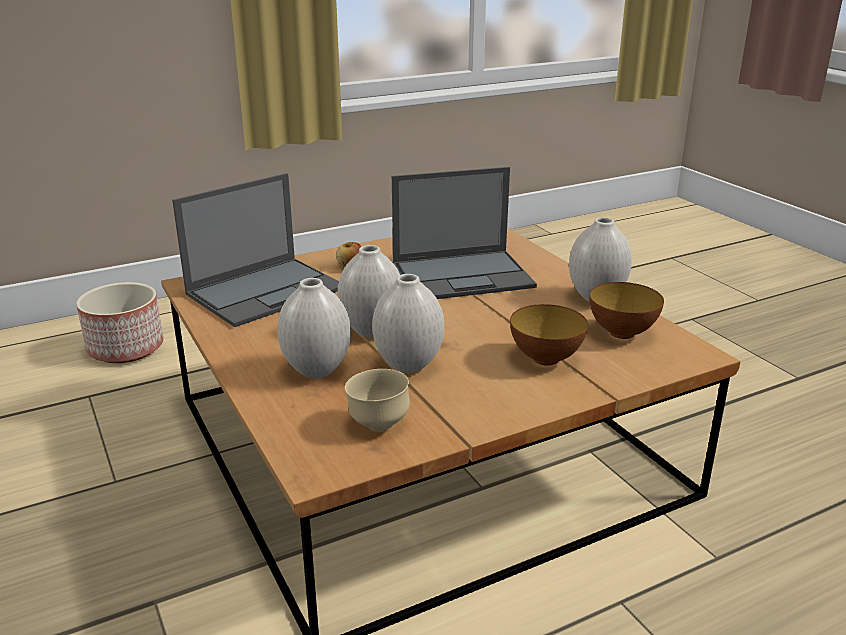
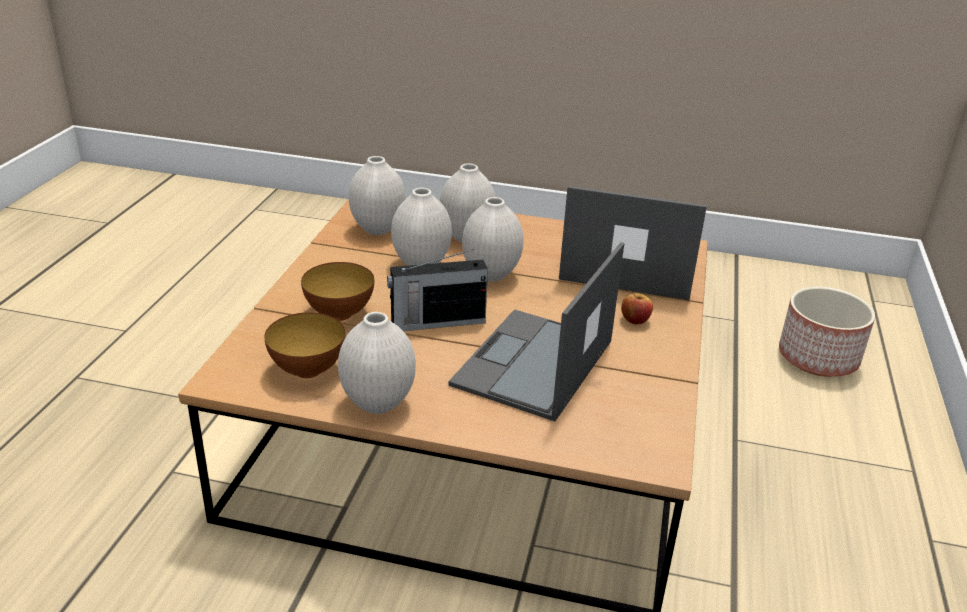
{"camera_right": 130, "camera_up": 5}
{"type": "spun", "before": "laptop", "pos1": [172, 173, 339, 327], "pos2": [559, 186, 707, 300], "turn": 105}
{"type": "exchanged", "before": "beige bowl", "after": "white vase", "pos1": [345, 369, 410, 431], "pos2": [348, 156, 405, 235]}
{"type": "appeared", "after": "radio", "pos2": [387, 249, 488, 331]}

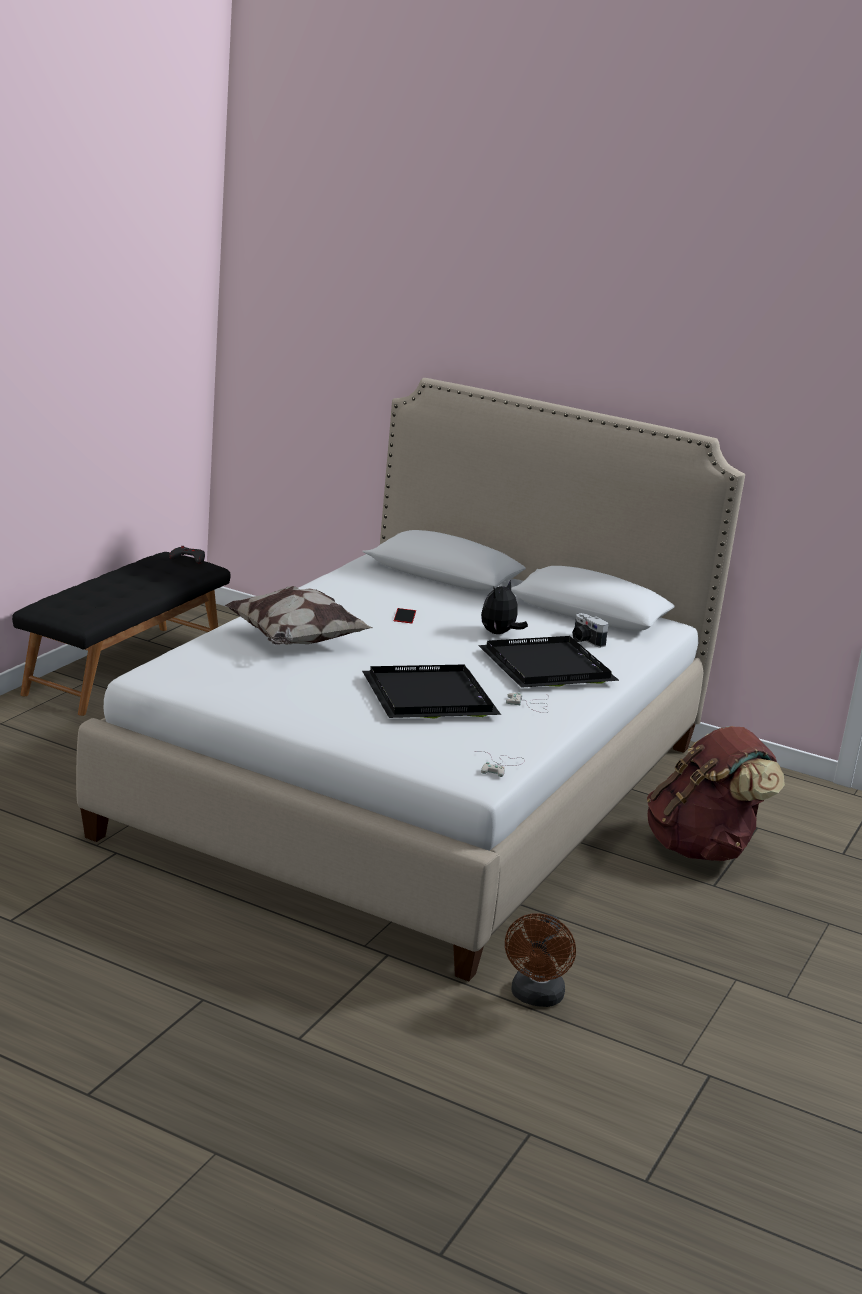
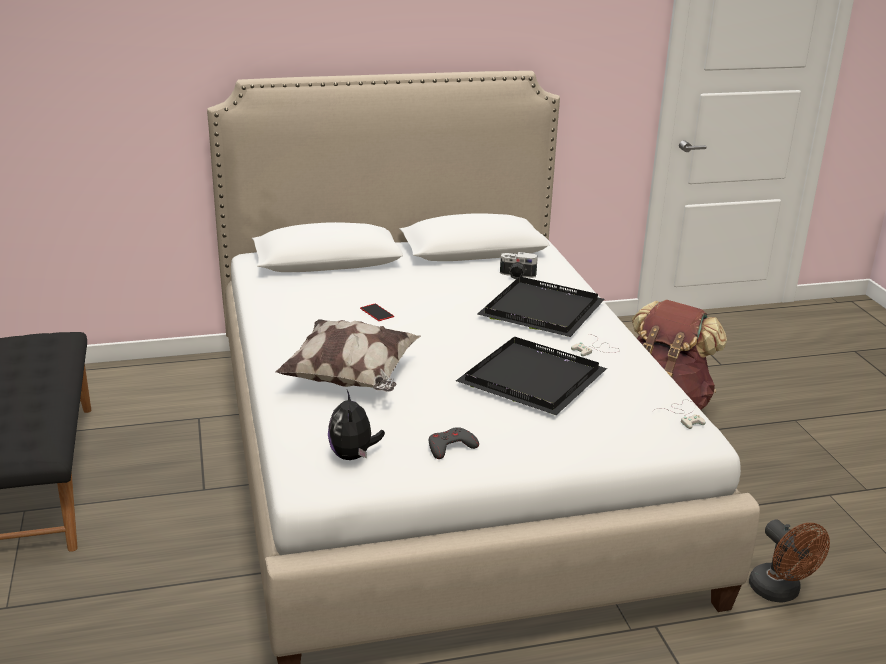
{"camera_right": -40, "camera_up": 5}
{"type": "relocated", "before": "grey game controller", "pos1": [169, 546, 205, 563], "pos2": [429, 427, 479, 459]}
{"type": "relocated", "before": "plush toy", "pos1": [481, 580, 528, 634], "pos2": [328, 390, 385, 460]}

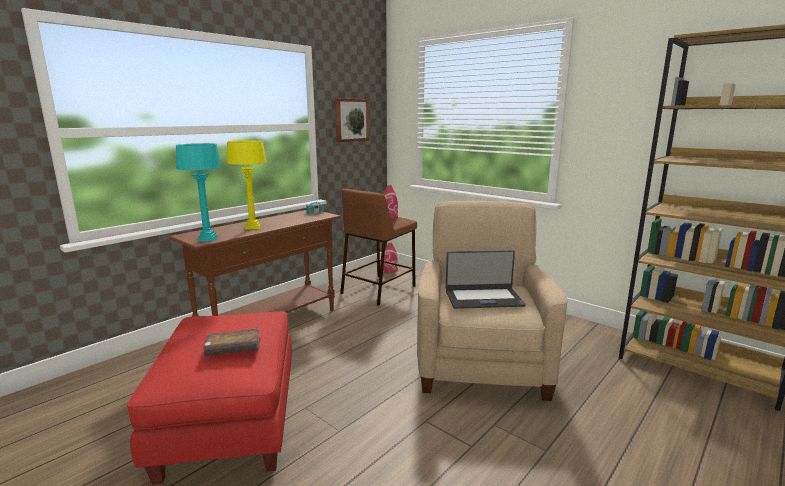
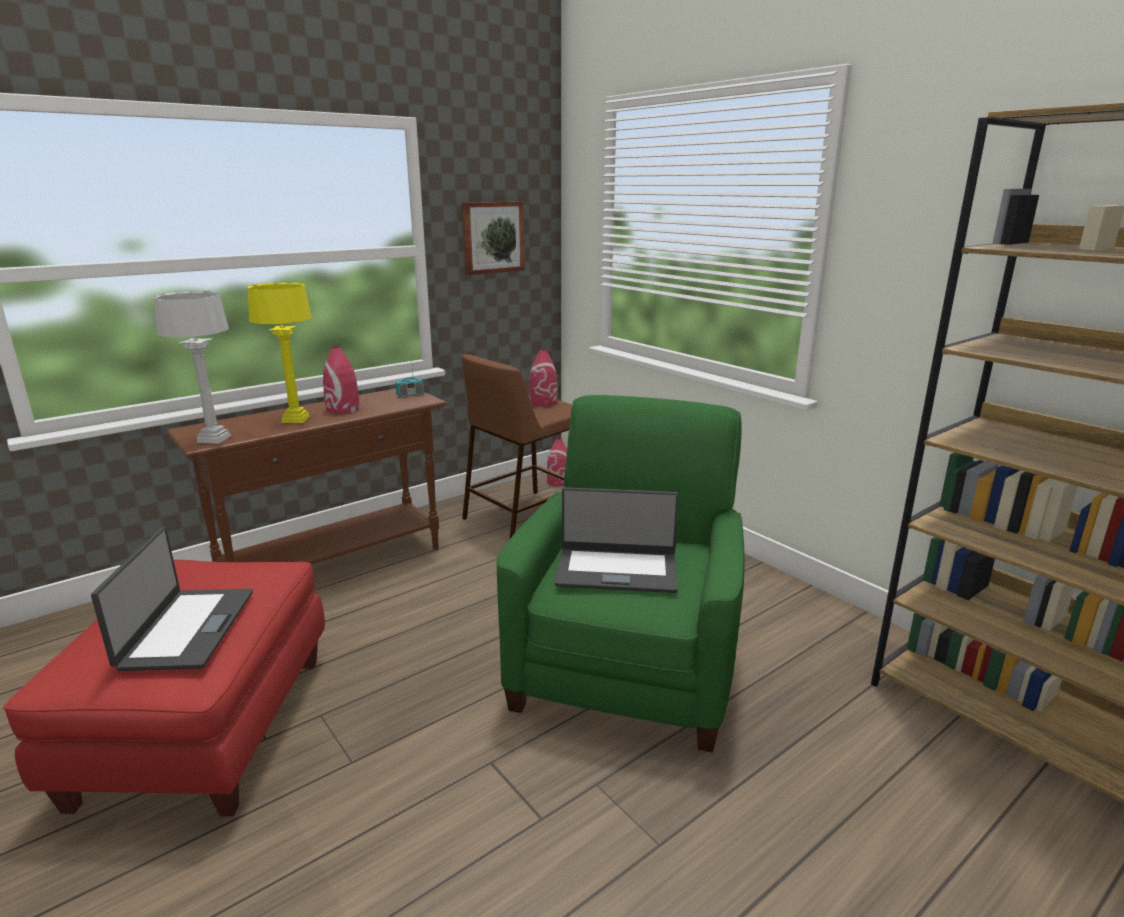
{"camera_right": 10, "camera_up": 5}
{"type": "colour", "before": "turquoise table lamp", "after": "grey table lamp", "pos1": [176, 143, 221, 241], "pos2": [154, 291, 231, 444]}
{"type": "colour", "before": "beige armchair", "after": "green armchair", "pos1": [417, 201, 568, 401], "pos2": [496, 395, 745, 752]}
{"type": "exchanged", "before": "brown book", "after": "laptop", "pos1": [203, 328, 261, 356], "pos2": [91, 527, 253, 671]}
{"type": "appeared", "after": "red vase", "pos2": [323, 346, 360, 414]}

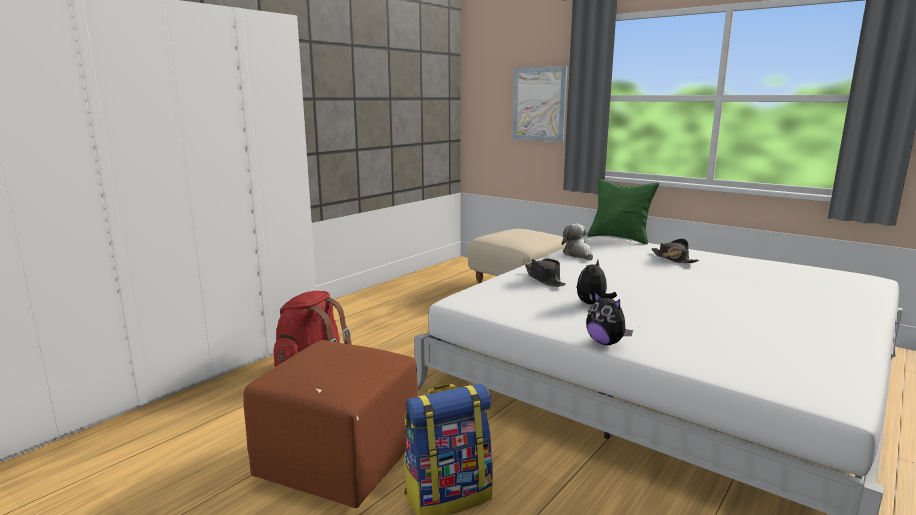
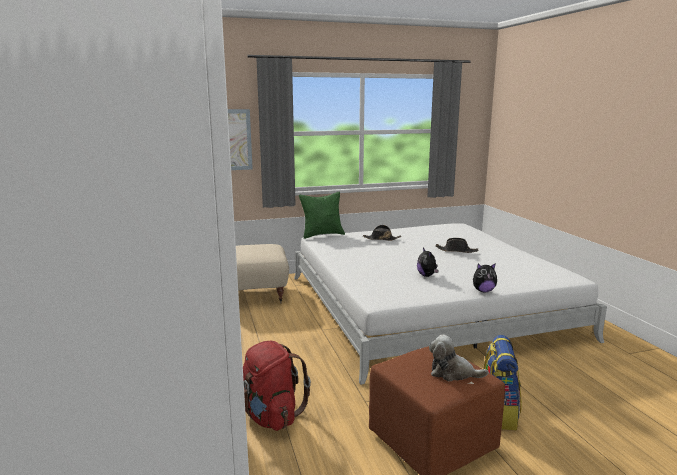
{"camera_right": -55, "camera_up": 0}
{"type": "relocated", "before": "plush toy", "pos1": [562, 224, 593, 260], "pos2": [429, 335, 489, 381]}
{"type": "relocated", "before": "black hat", "pos1": [525, 259, 566, 287], "pos2": [436, 238, 479, 253]}

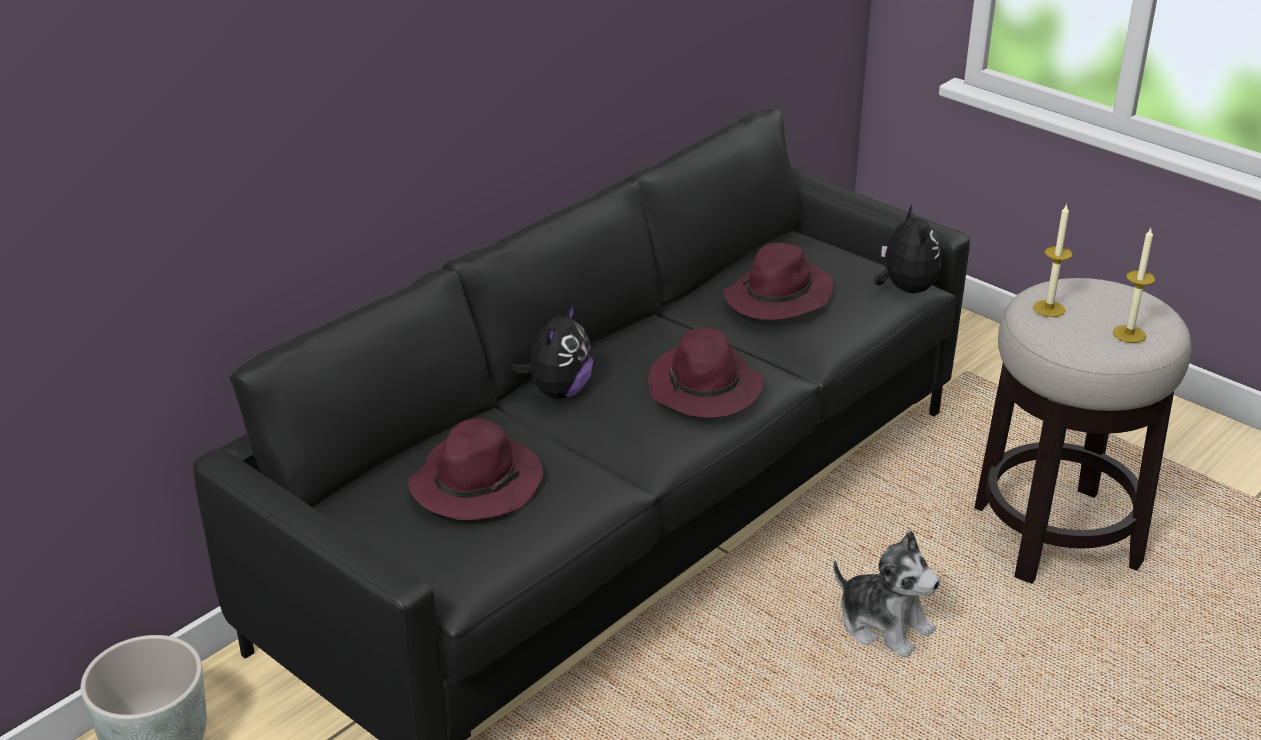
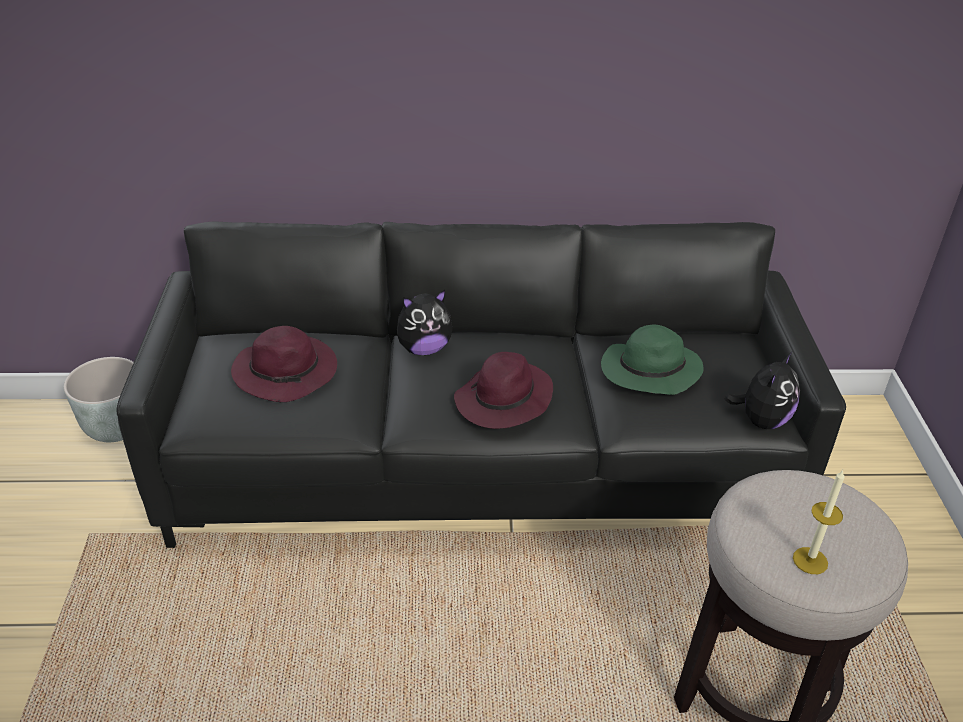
{"camera_right": 45, "camera_up": 5}
{"type": "missing", "before": "candle", "pos1": [1033, 204, 1073, 317]}
{"type": "colour", "before": "purple hat", "after": "green hat", "pos1": [723, 243, 833, 320], "pos2": [601, 325, 704, 395]}
{"type": "missing", "before": "plush toy", "pos1": [833, 530, 940, 657]}

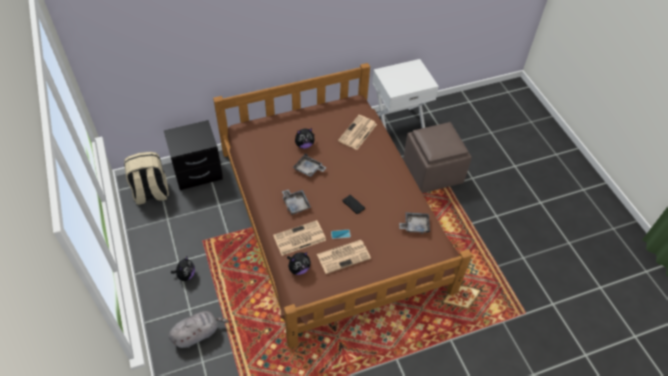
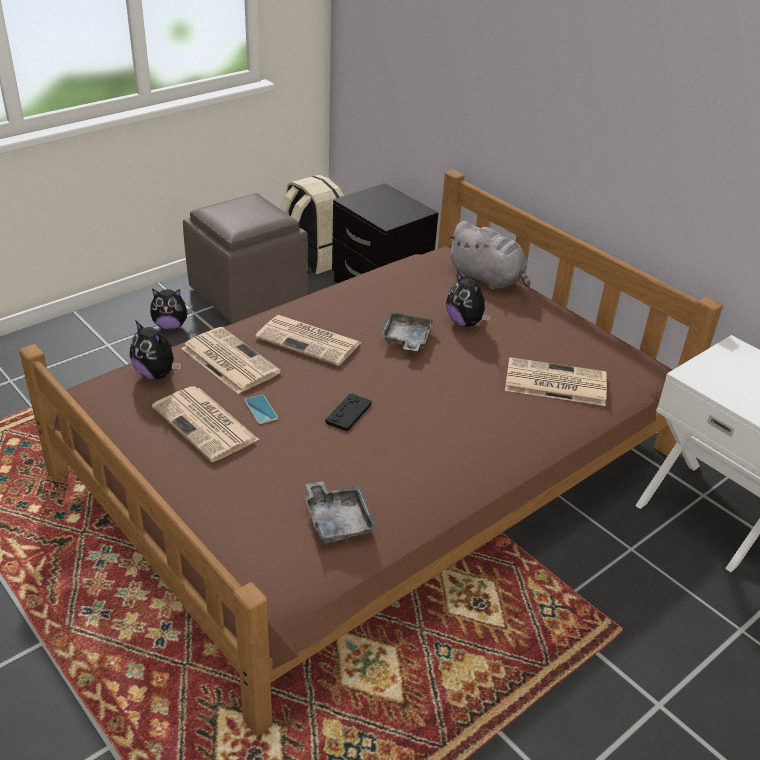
{"camera_right": 70, "camera_up": -15}
{"type": "relocated", "before": "brown ottoman", "pos1": [403, 122, 472, 193], "pos2": [183, 193, 308, 323]}
{"type": "exchanged", "before": "grey tray", "after": "newspaper", "pos1": [282, 189, 311, 215], "pos2": [255, 315, 361, 366]}
{"type": "relocated", "before": "grey plush toy", "pos1": [169, 311, 229, 348], "pos2": [447, 221, 530, 290]}

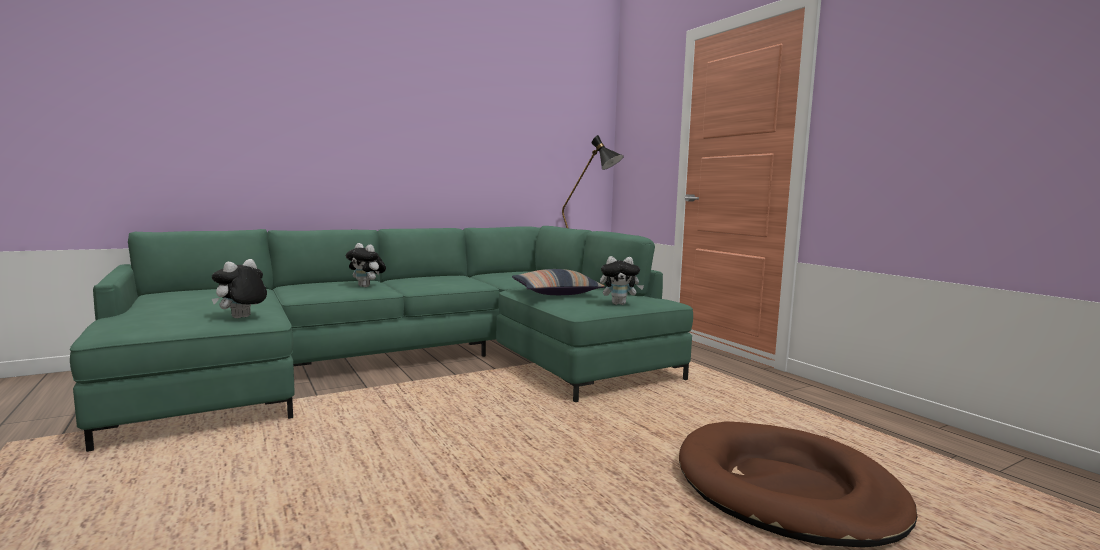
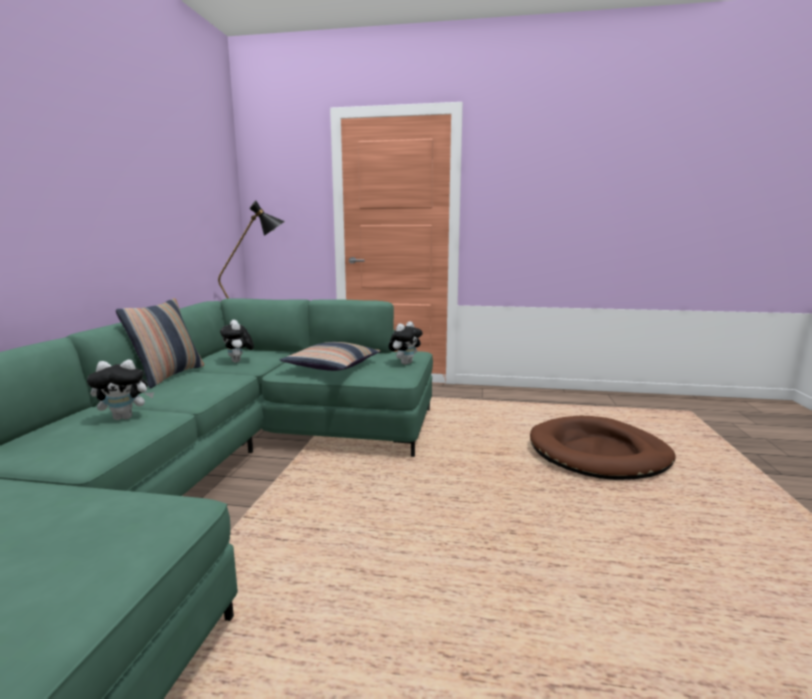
{"camera_right": -50, "camera_up": 5}
{"type": "relocated", "before": "plush toy", "pos1": [212, 259, 267, 318], "pos2": [220, 320, 254, 363]}
{"type": "appeared", "after": "pillow", "pos2": [116, 298, 204, 388]}

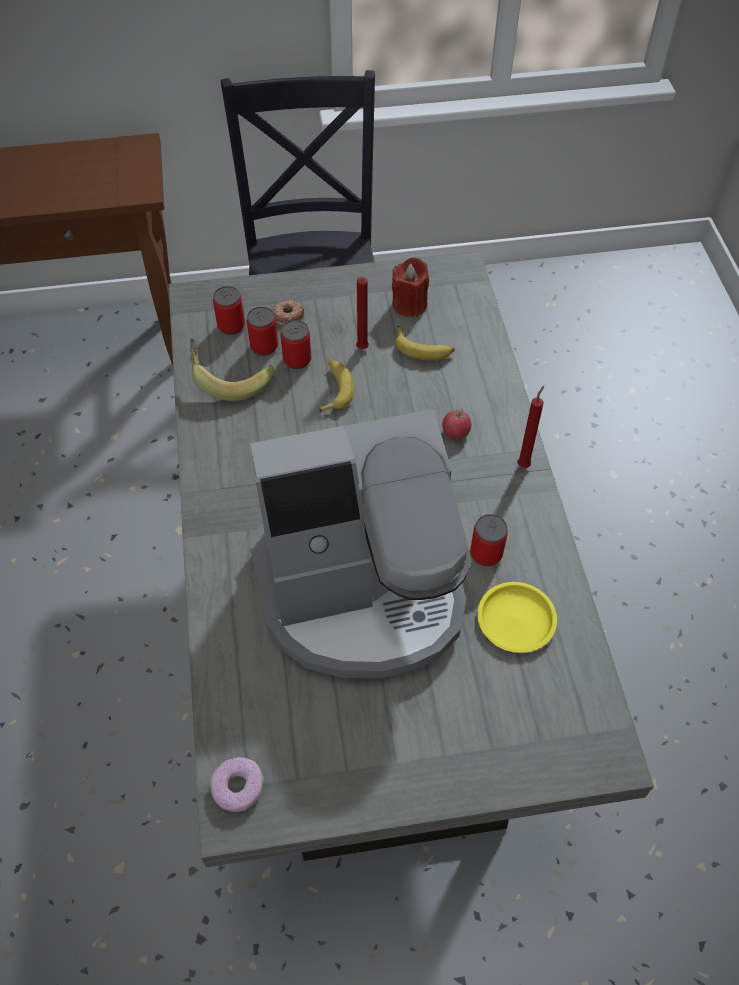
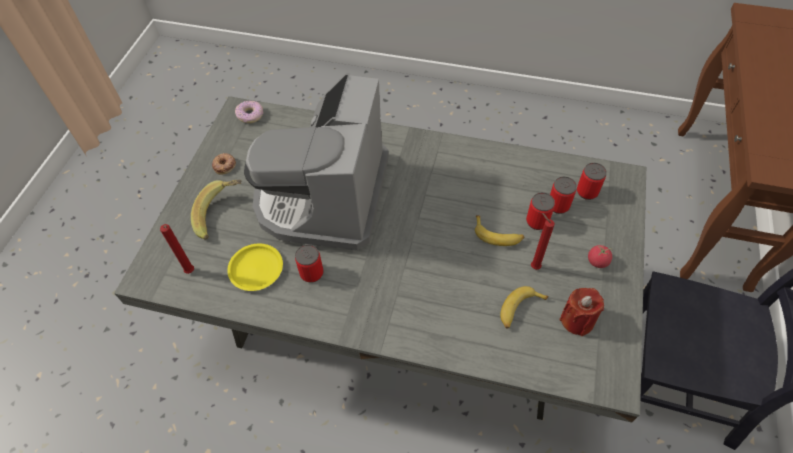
{"camera_right": 115, "camera_up": 0}
{"type": "relocated", "before": "donut", "pos1": [272, 300, 304, 326], "pos2": [212, 153, 236, 175]}
{"type": "relocated", "before": "banana", "pos1": [190, 338, 274, 401], "pos2": [191, 180, 241, 240]}
{"type": "relocated", "before": "red candle", "pos1": [517, 386, 544, 468], "pos2": [160, 224, 194, 274]}
{"type": "relocated", "before": "tomato", "pos1": [442, 407, 471, 439], "pos2": [588, 245, 613, 268]}

